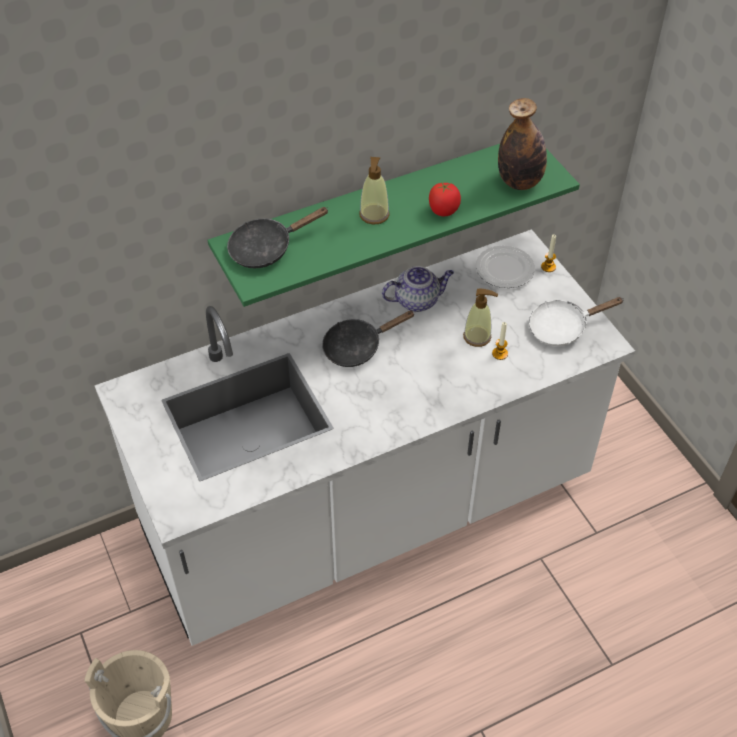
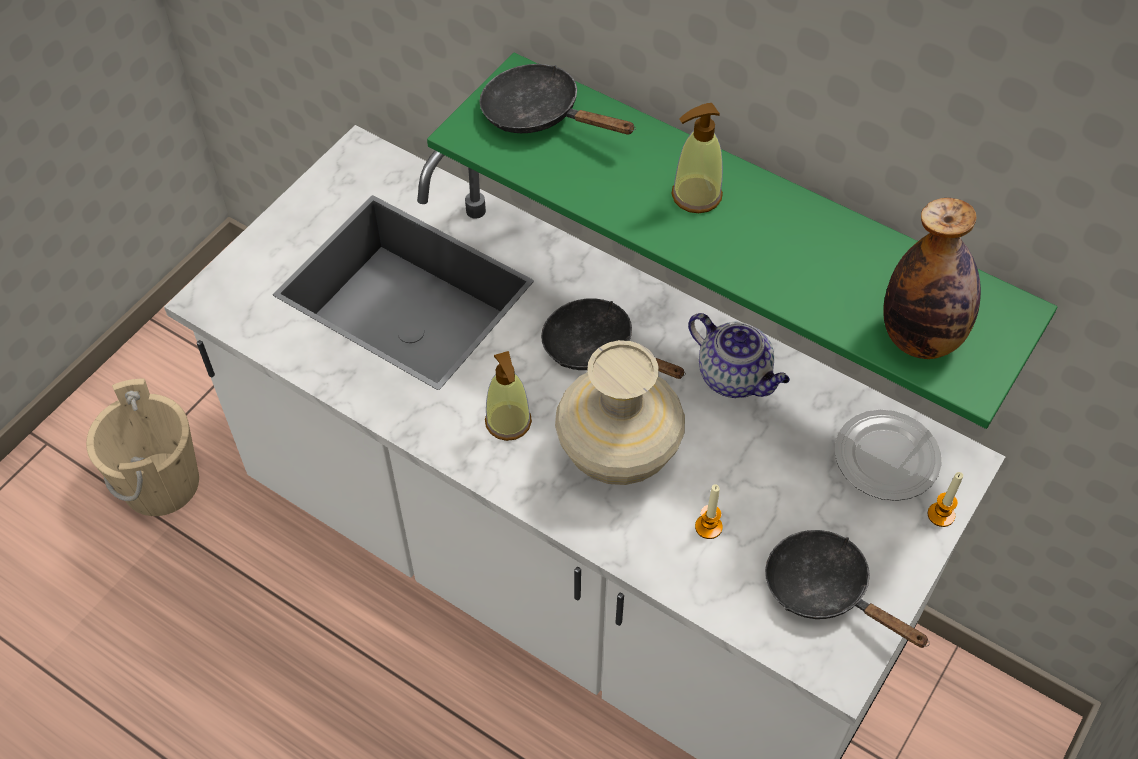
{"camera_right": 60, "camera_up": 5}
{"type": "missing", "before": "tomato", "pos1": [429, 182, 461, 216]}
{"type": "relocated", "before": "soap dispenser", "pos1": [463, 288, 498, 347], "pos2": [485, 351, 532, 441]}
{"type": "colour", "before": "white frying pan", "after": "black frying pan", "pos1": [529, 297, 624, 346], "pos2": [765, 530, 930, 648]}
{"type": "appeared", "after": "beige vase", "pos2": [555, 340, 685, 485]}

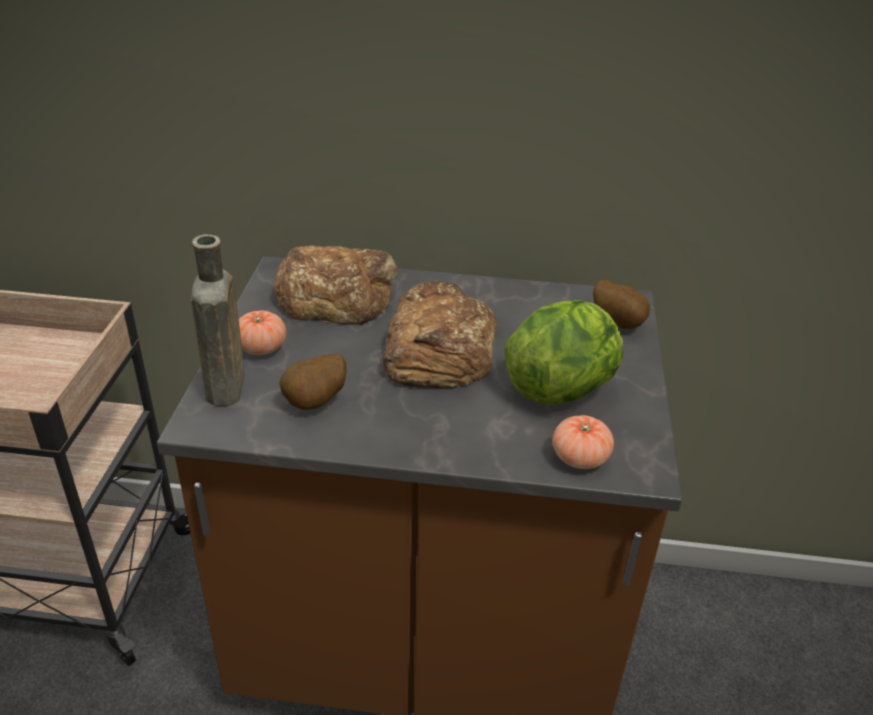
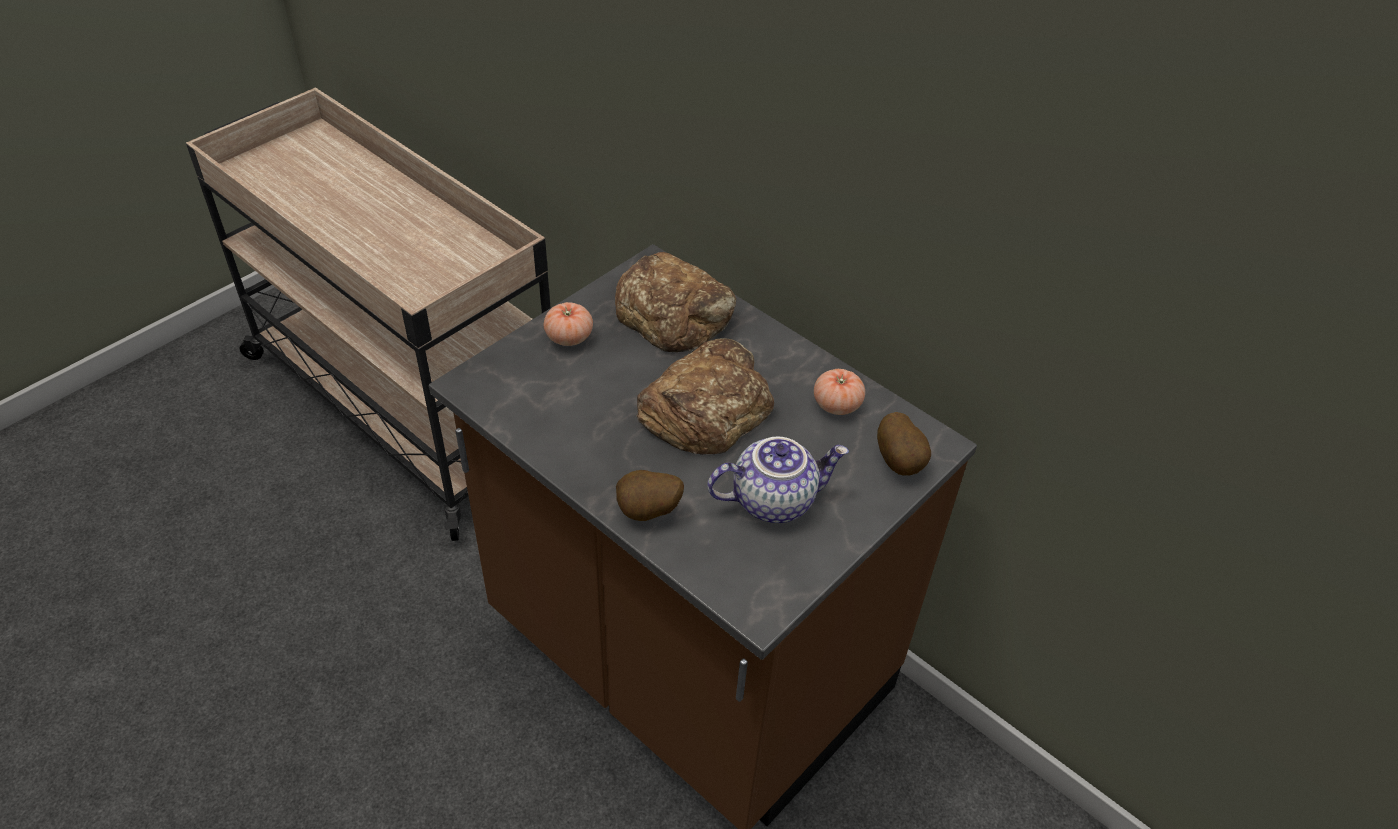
{"camera_right": 35, "camera_up": 10}
{"type": "missing", "before": "brown bottle", "pos1": [191, 234, 245, 406]}
{"type": "exchanged", "before": "lettuce", "after": "teapot", "pos1": [504, 300, 623, 405], "pos2": [707, 437, 849, 523]}
{"type": "relocated", "before": "potato", "pos1": [279, 354, 347, 410], "pos2": [616, 470, 684, 521]}
{"type": "relocated", "before": "tomato", "pos1": [553, 415, 614, 469], "pos2": [814, 369, 865, 415]}

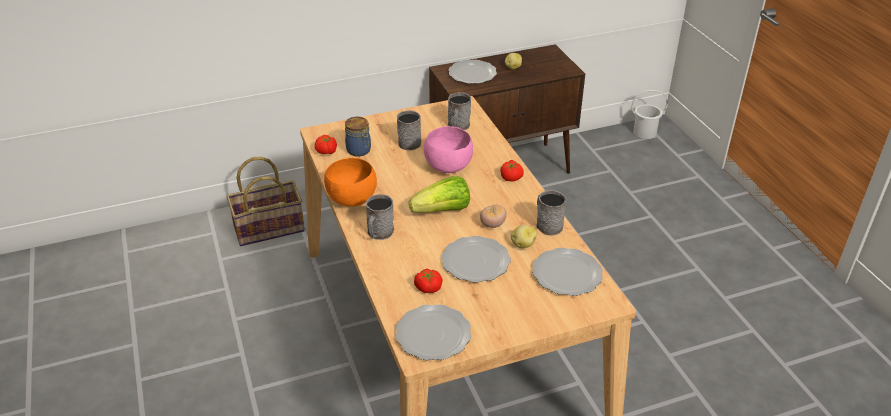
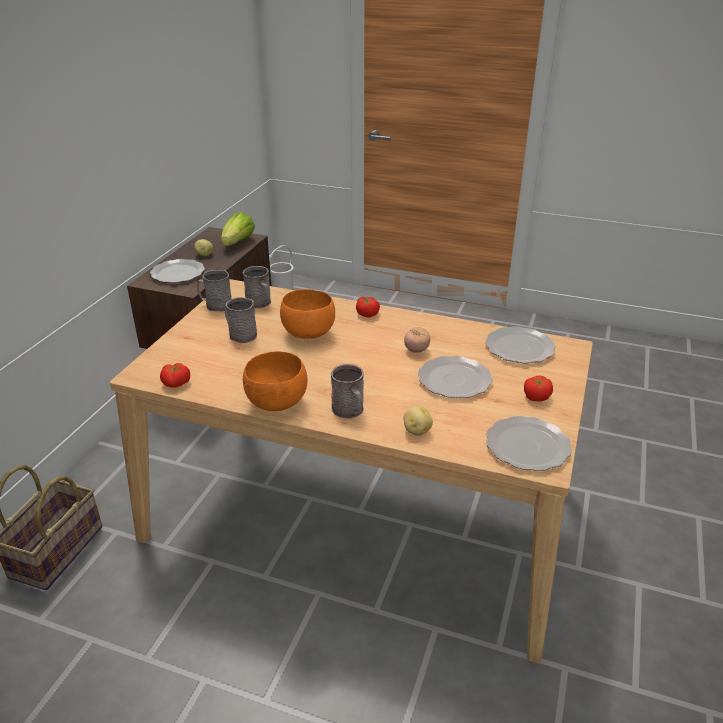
{"camera_right": -50, "camera_up": -5}
{"type": "missing", "before": "jar", "pos1": [345, 117, 371, 157]}
{"type": "colour", "before": "pink bowl", "after": "orange bowl", "pos1": [424, 126, 473, 173], "pos2": [280, 289, 335, 339]}
{"type": "relocated", "before": "lettuce", "pos1": [409, 176, 470, 213], "pos2": [221, 212, 255, 246]}
{"type": "relocated", "before": "grey mug", "pos1": [536, 190, 566, 236], "pos2": [197, 270, 232, 312]}
{"type": "relocated", "before": "potato", "pos1": [511, 225, 537, 248], "pos2": [404, 406, 433, 436]}
{"type": "relocated", "before": "tomato", "pos1": [414, 269, 443, 293], "pos2": [524, 376, 553, 402]}

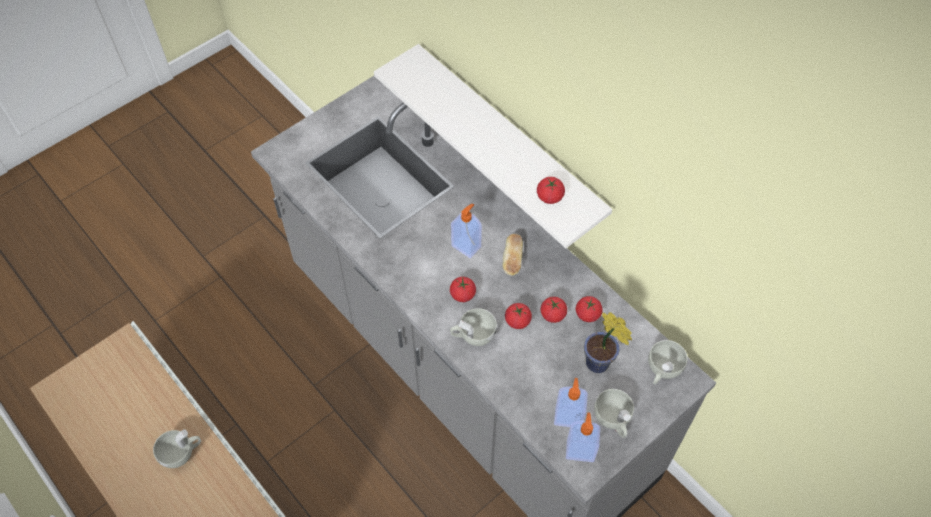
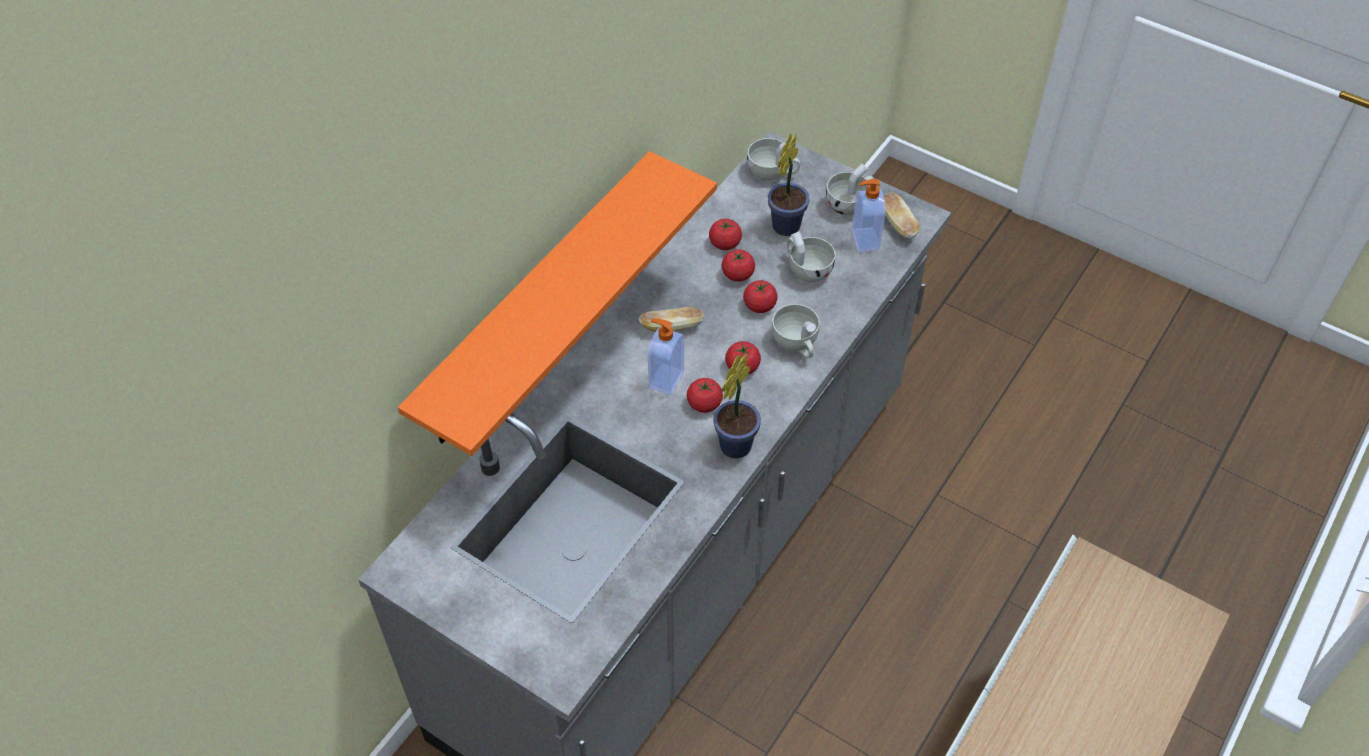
{"camera_right": -105, "camera_up": -5}
{"type": "colour", "before": "white shelf", "after": "orange shelf", "pos1": [374, 44, 612, 248], "pos2": [398, 151, 717, 456]}
{"type": "relocated", "before": "tomato", "pos1": [537, 177, 565, 204], "pos2": [687, 378, 723, 413]}
{"type": "exchanged", "before": "soap dispenser", "after": "bread", "pos1": [566, 412, 600, 462], "pos2": [884, 192, 920, 239]}
{"type": "relocated", "before": "white cup", "pos1": [153, 429, 201, 468], "pos2": [787, 231, 836, 282]}
{"type": "appeared", "after": "potted plant", "pos2": [713, 354, 761, 458]}

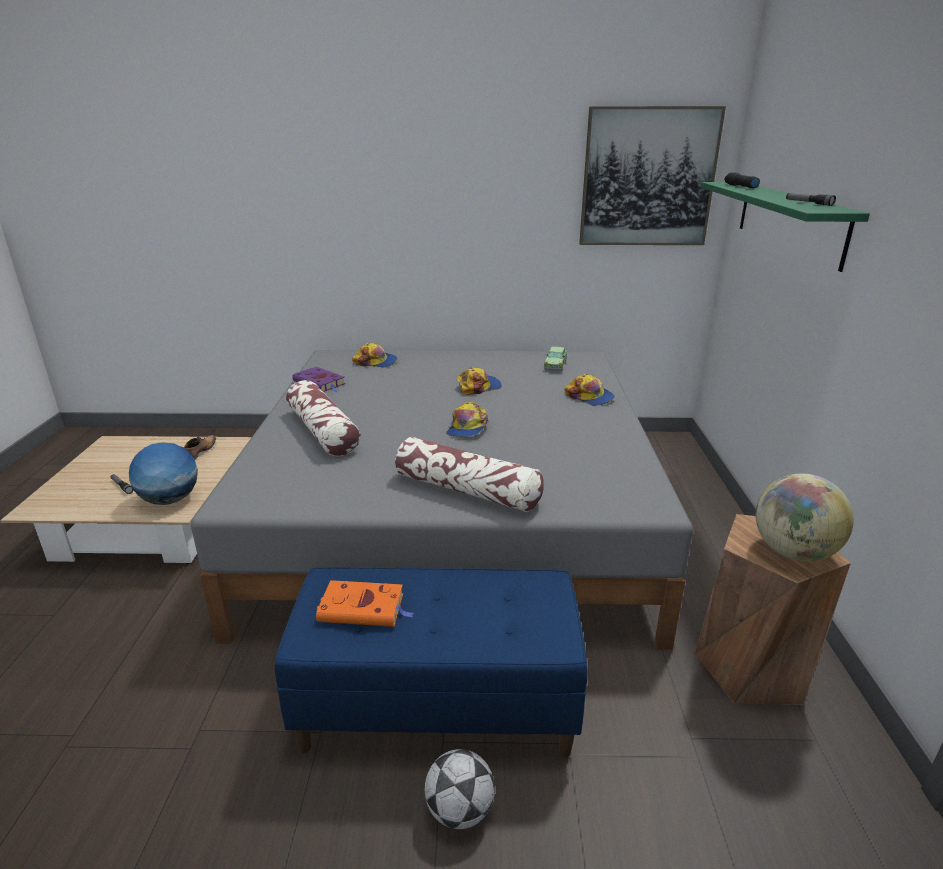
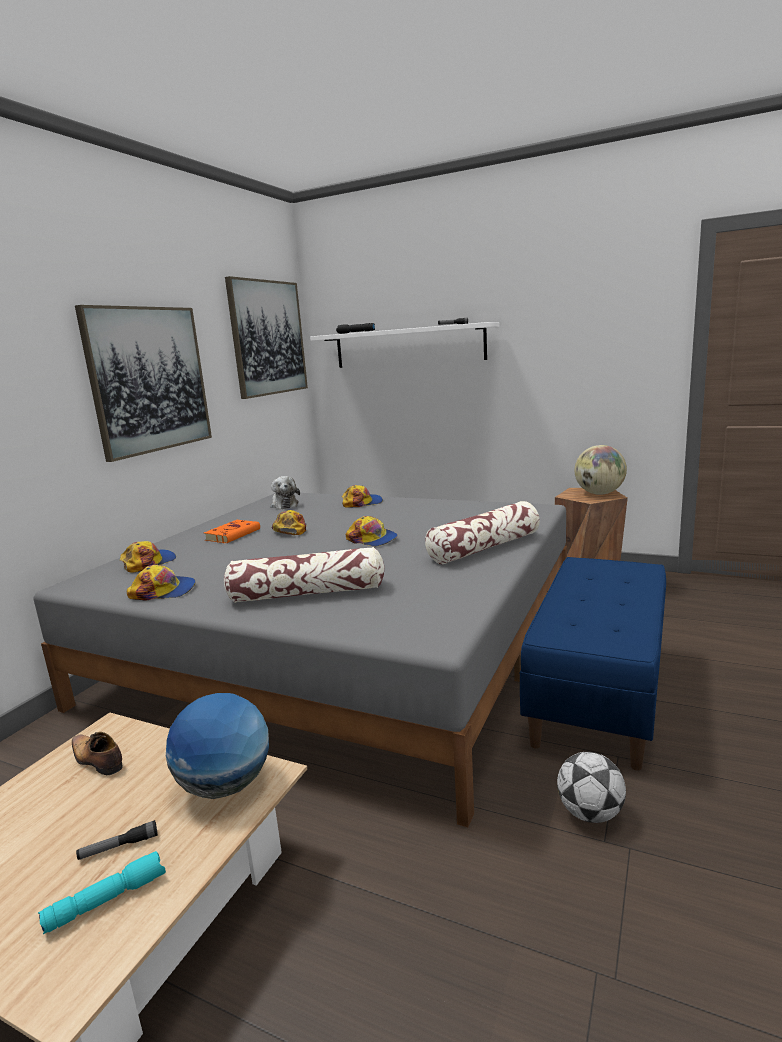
{"camera_right": -65, "camera_up": -10}
{"type": "colour", "before": "green shelf", "after": "white shelf", "pos1": [701, 182, 870, 272], "pos2": [310, 322, 499, 368]}
{"type": "exchanged", "before": "toy car", "after": "plush toy", "pos1": [543, 347, 567, 371], "pos2": [270, 476, 300, 509]}
{"type": "exchanged", "before": "purple book", "after": "cap", "pos1": [292, 367, 345, 392], "pos2": [127, 565, 196, 601]}
{"type": "relocated", "before": "orange book", "pos1": [316, 580, 413, 627], "pos2": [204, 520, 260, 543]}
{"type": "relocated", "before": "football", "pos1": [425, 749, 495, 829], "pos2": [557, 752, 626, 823]}
{"type": "appeared", "after": "picture", "pos2": [75, 305, 212, 462]}
{"type": "appeared", "after": "turquoise flashlight", "pos2": [38, 851, 166, 934]}

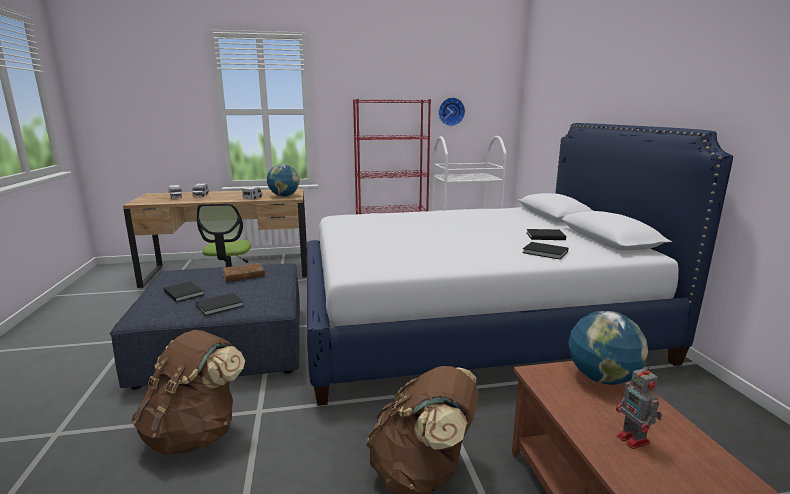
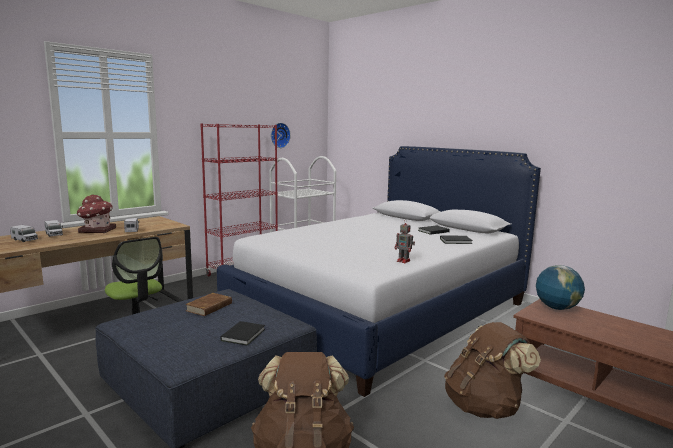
{"camera_right": -35, "camera_up": -5}
{"type": "missing", "before": "globe", "pos1": [267, 164, 299, 196]}
{"type": "missing", "before": "black book", "pos1": [164, 281, 204, 302]}
{"type": "relocated", "before": "toy robot", "pos1": [616, 363, 662, 449], "pos2": [395, 220, 415, 263]}
{"type": "appeared", "after": "toy house", "pos2": [77, 194, 116, 233]}

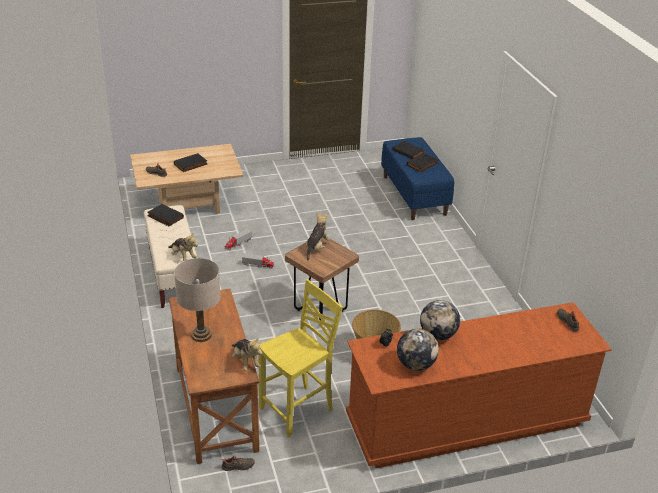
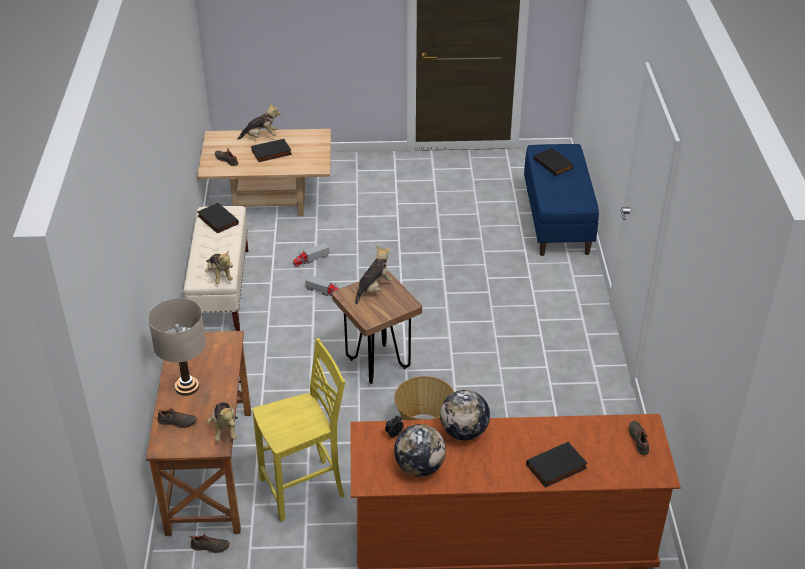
{"camera_right": 15, "camera_up": 5}
{"type": "relocated", "before": "black book", "pos1": [407, 153, 438, 172], "pos2": [526, 441, 588, 488]}
{"type": "appeared", "after": "plush toy", "pos2": [237, 103, 280, 140]}
{"type": "appeared", "after": "black shoe", "pos2": [156, 407, 197, 428]}

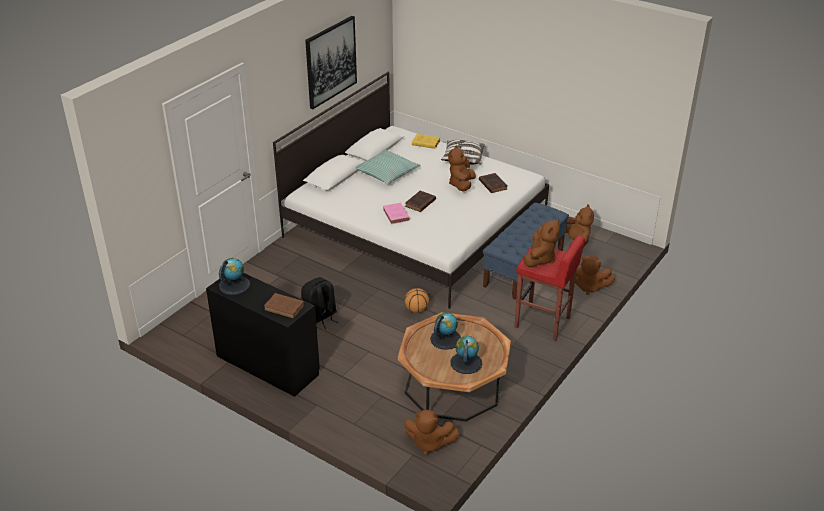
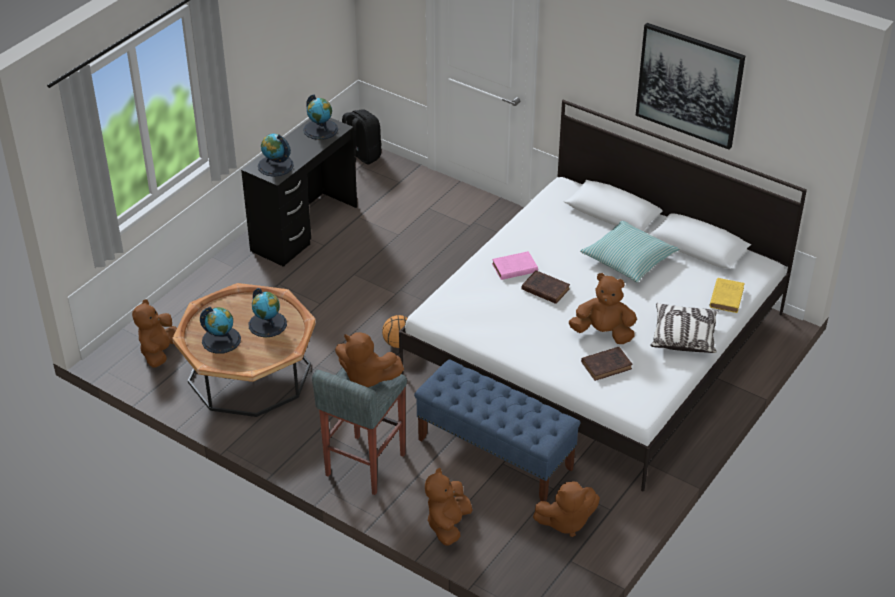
{"camera_right": 90, "camera_up": 5}
{"type": "colour", "before": "red stool", "after": "grey stool", "pos1": [514, 235, 585, 341], "pos2": [312, 367, 407, 495]}
{"type": "relocated", "before": "black backpack", "pos1": [301, 277, 338, 329], "pos2": [342, 109, 381, 164]}
{"type": "exchanged", "before": "brown book", "after": "globe", "pos1": [264, 293, 305, 318], "pos2": [258, 134, 294, 177]}

